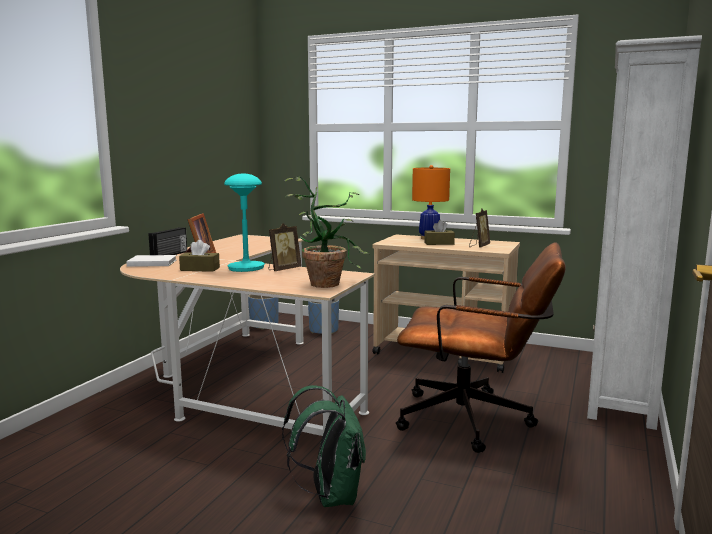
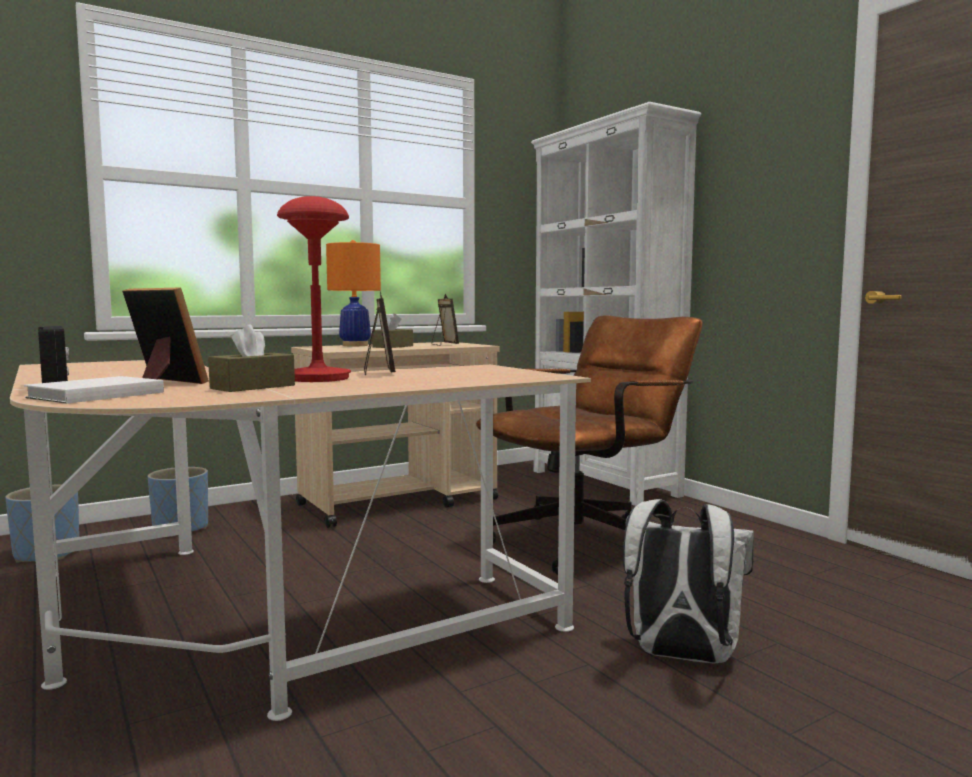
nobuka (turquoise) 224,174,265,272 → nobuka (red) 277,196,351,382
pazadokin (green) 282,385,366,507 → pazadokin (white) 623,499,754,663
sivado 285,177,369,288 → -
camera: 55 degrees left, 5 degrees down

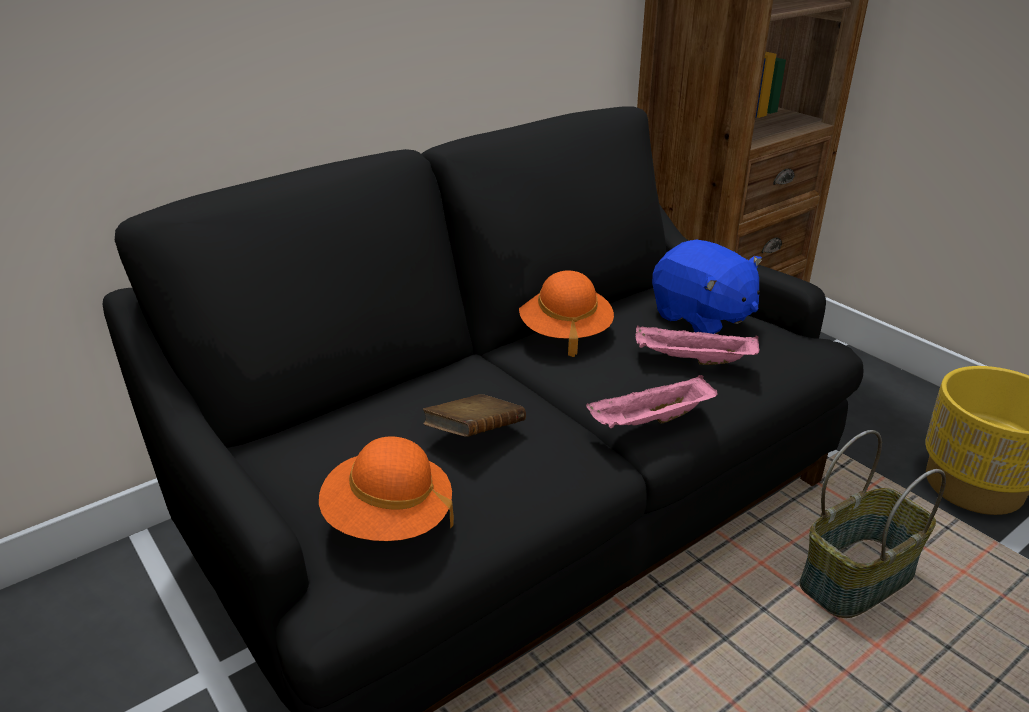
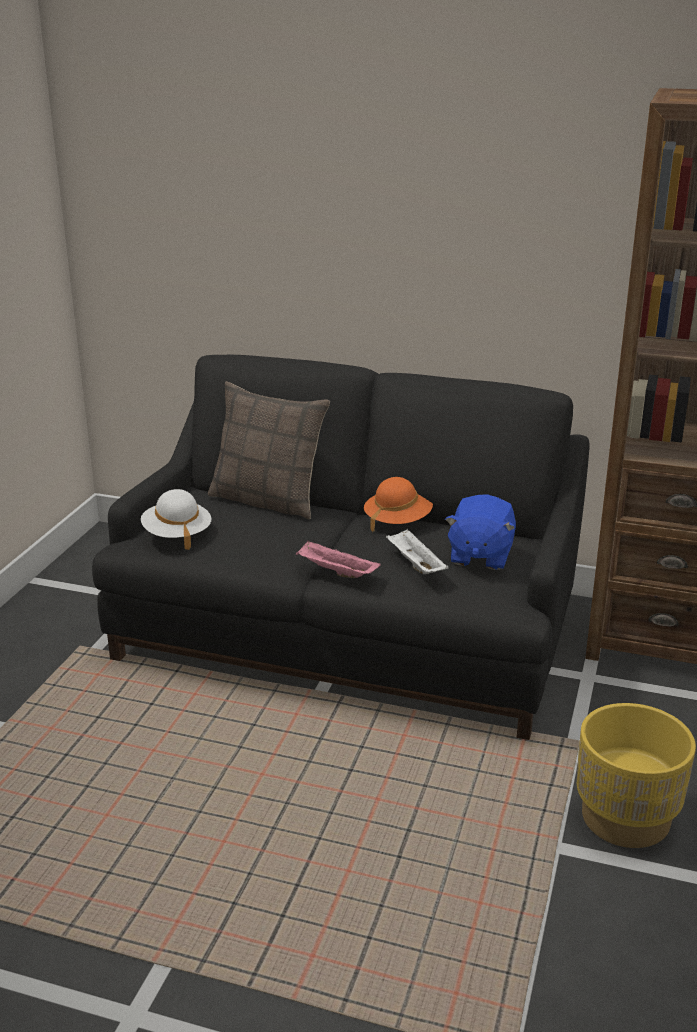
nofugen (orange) 319,437,454,541 → nofugen (white) 141,489,211,550
- → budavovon 208,381,330,519
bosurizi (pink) 636,326,760,365 → bosurizi (white) 386,528,448,574
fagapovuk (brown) 423,394,526,437 → -
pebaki 800,430,946,618 → -
camera: 55 degrees right, 5 degrees down

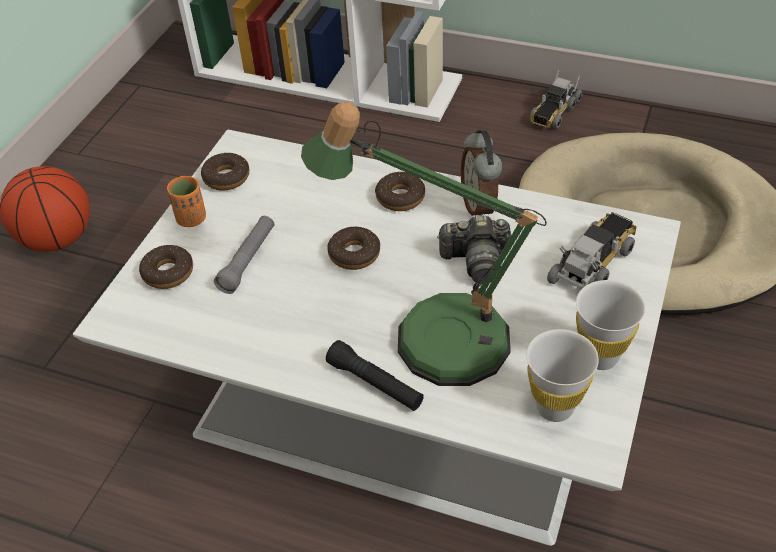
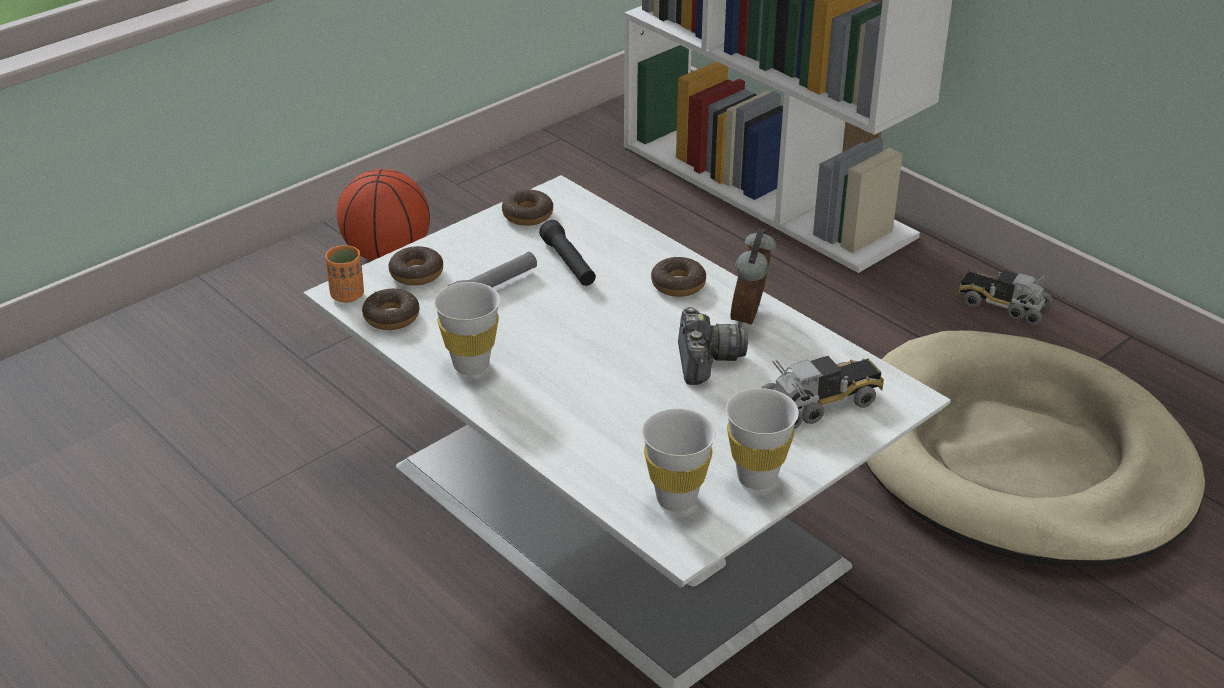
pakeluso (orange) 167,176,206,227 → pakeluso (orange) 325,245,364,303, shifted
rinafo 327,227,380,270 → rinafo 362,288,419,330, shifted
- → pakeluso (white) 434,282,500,375
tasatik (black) 326,340,424,411 → tasatik (black) 539,220,596,286, shifted
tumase 437,215,511,284 → tumase 678,307,748,385, 120 degrees counterclockwise
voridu 530,70,583,129 → voridu 958,270,1053,325, 60 degrees clockwise
nobuka 301,102,547,386 → -
camera: 25 degrees right, 10 degrees down

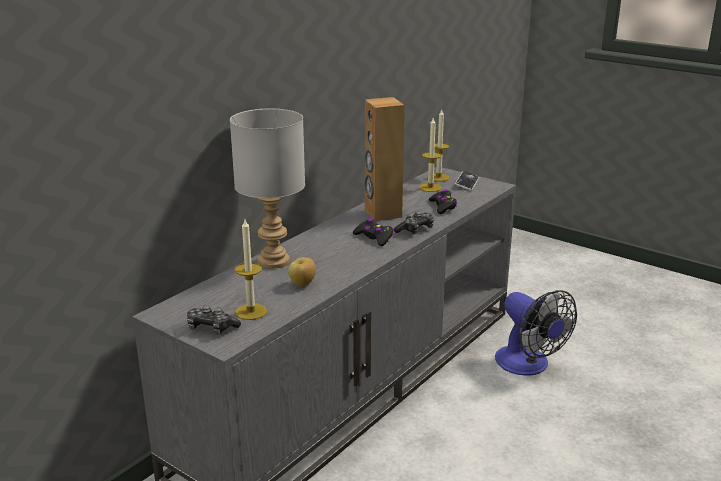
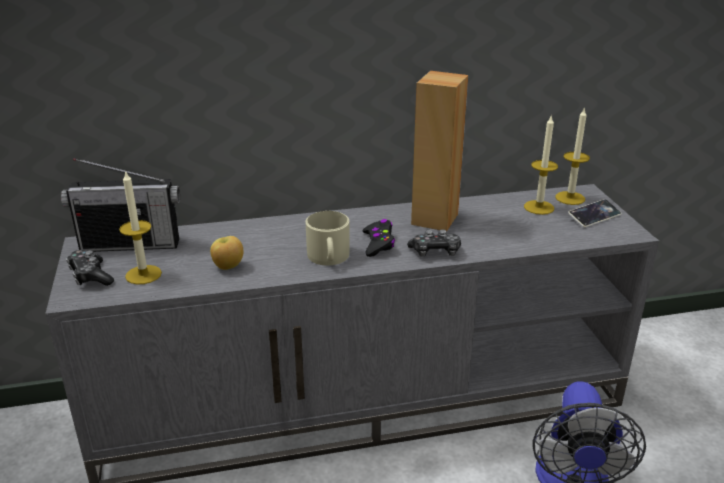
- → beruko 61,158,180,252
- → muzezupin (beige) 306,211,350,265
nobuka (grey) 230,109,305,269 → -
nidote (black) 429,189,457,214 → -
camera: 40 degrees right, 5 degrees up

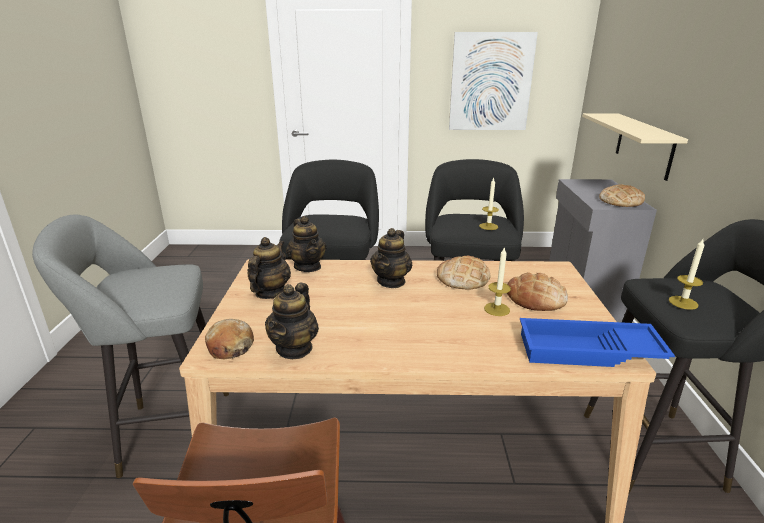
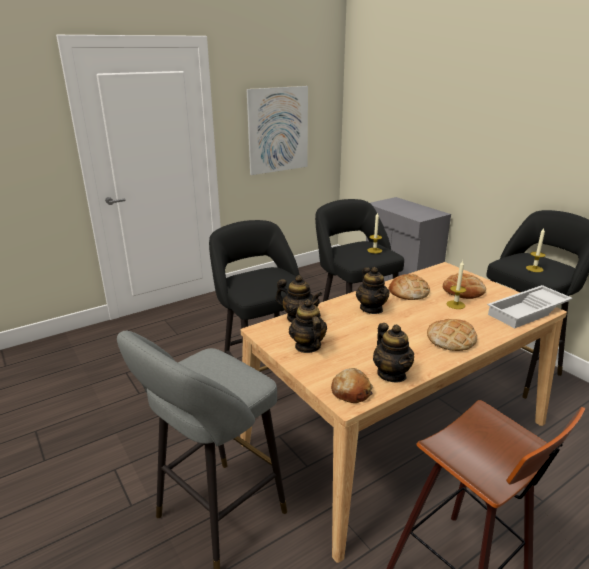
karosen 599,184,645,207 → karosen 427,319,477,351, shifted
bosurizi (blue) 520,318,675,367 → bosurizi (white) 487,285,573,328
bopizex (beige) 582,113,688,181 → -
camera: 35 degrees left, 0 degrees up

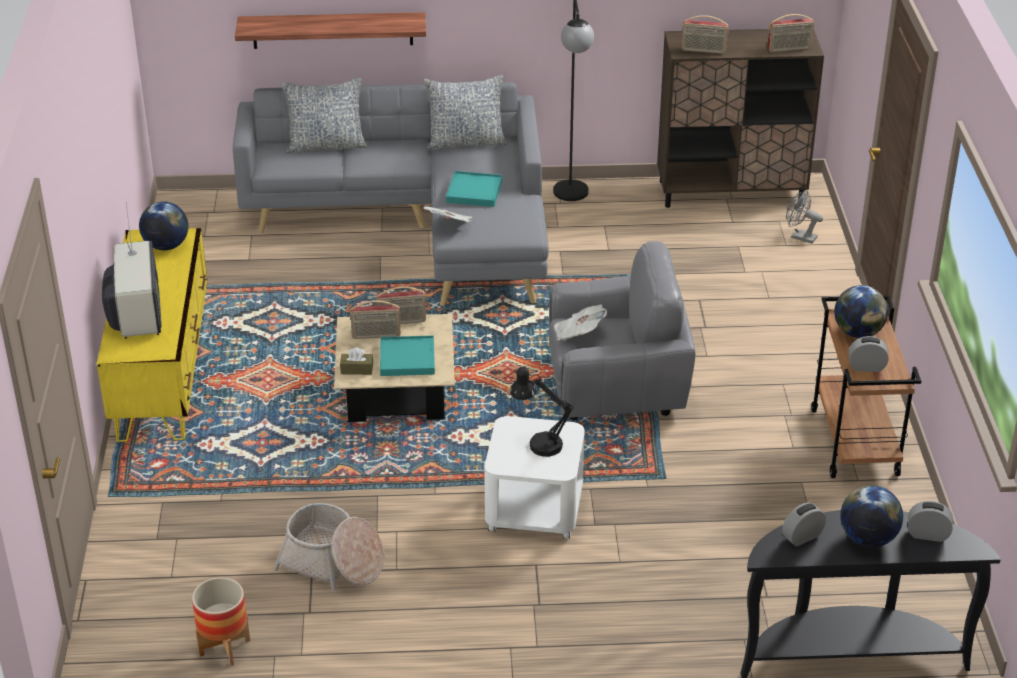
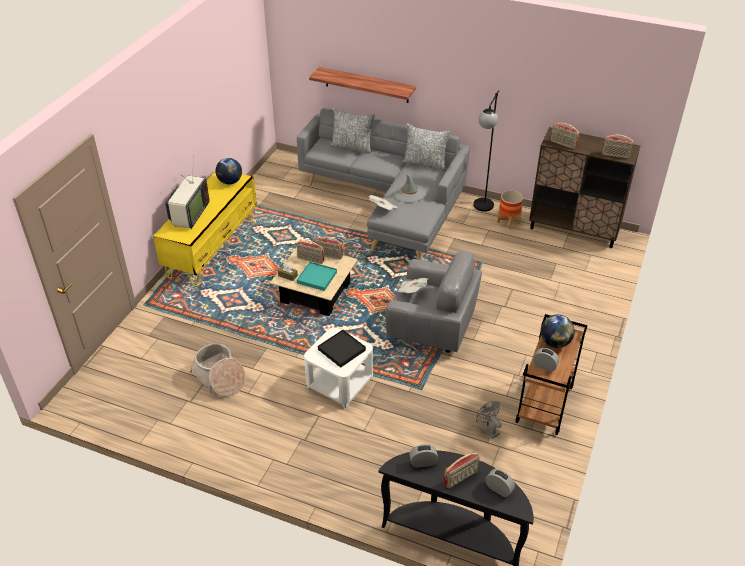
nobuka (black) 510,367,573,457 → bosurizi (black) 318,330,366,368
bosurizi (turquoise) 446,171,502,207 → nofugen (grey) 393,175,426,202
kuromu 840,485,903,547 → beruko 444,452,479,489
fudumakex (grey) 786,190,823,244 → fudumakex (grey) 476,401,502,439, shifted
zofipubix 192,578,250,666 → zofipubix 497,190,523,229, shifted
camera: 25 degrees right, 5 degrees up

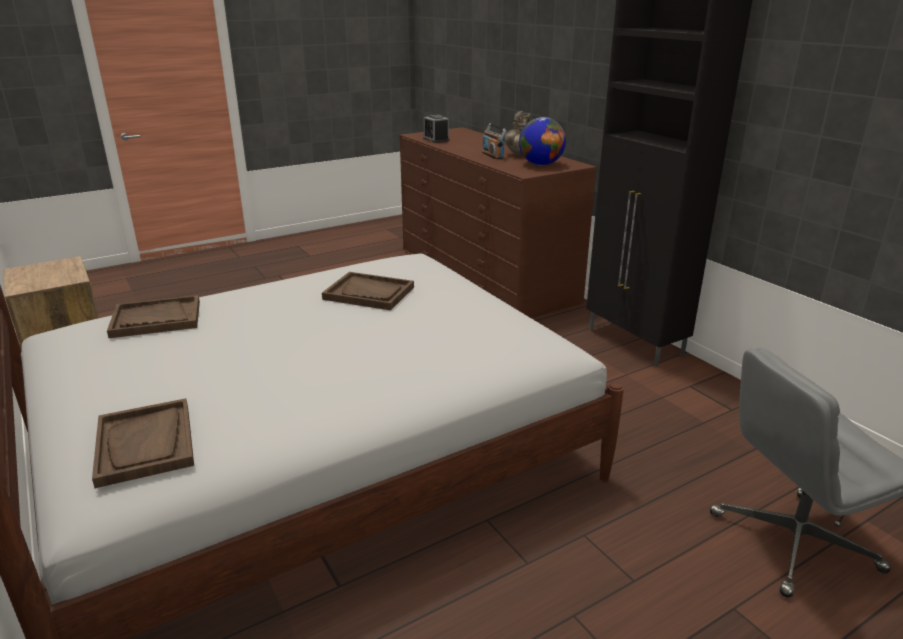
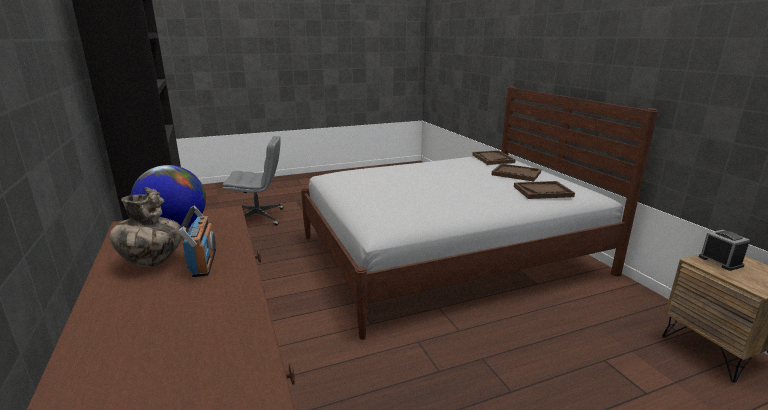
bosurizi (brown) 322,272,414,310 → bosurizi (brown) 492,164,541,182, shifted
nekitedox 423,115,449,143 → nekitedox 699,230,750,271, shifted
camera: 170 degrees left, 5 degrees down

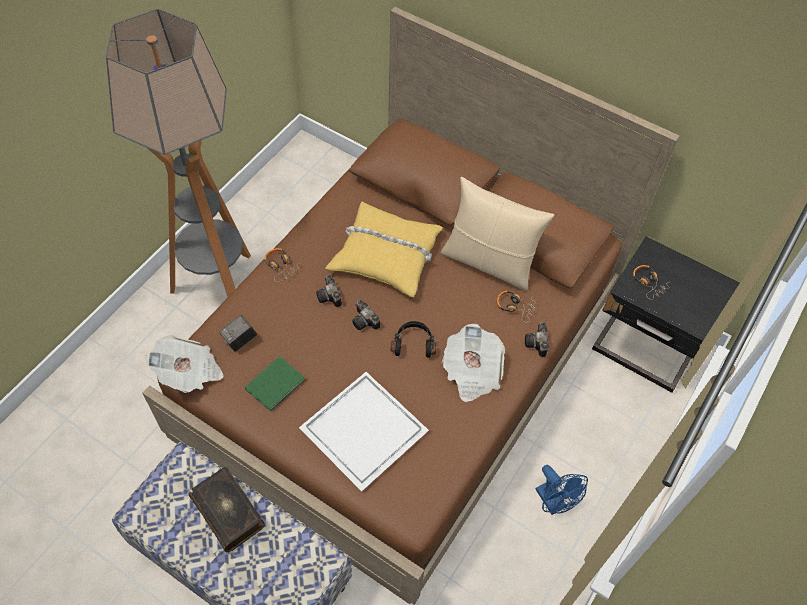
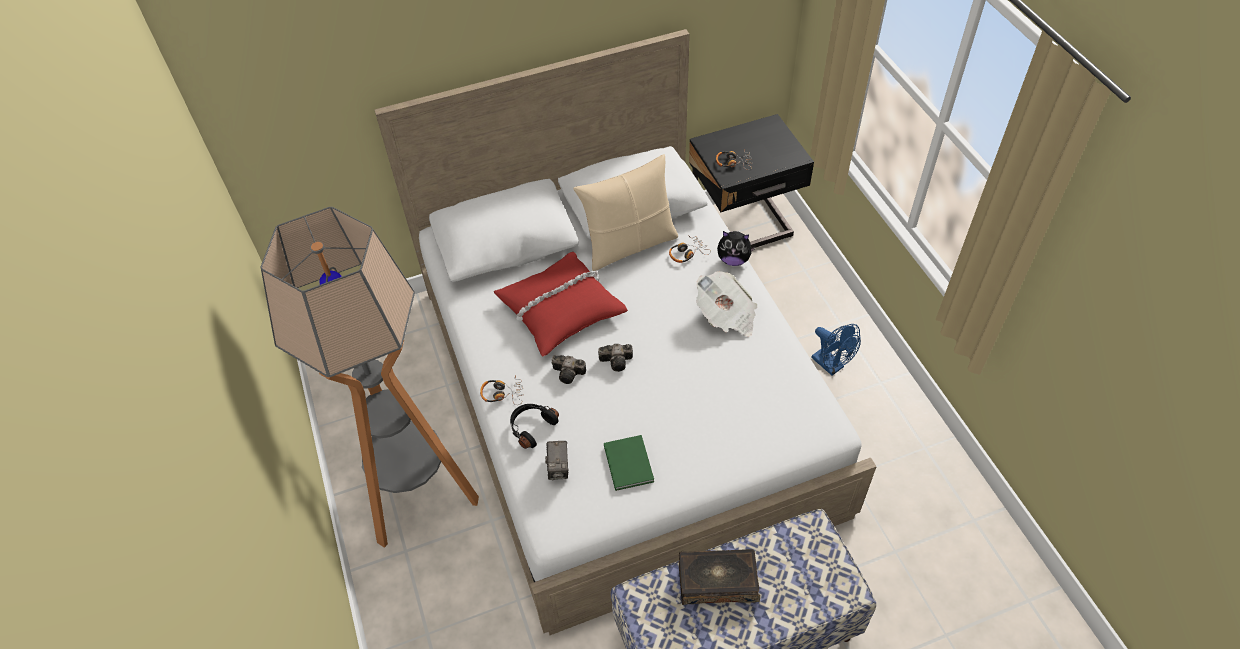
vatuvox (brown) 143,7,679,605 → vatuvox (white) 374,29,877,635
budavovon (yellow) 326,201,443,298 → budavovon (red) 494,252,628,357
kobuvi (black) 390,321,436,358 → kobuvi (black) 510,404,559,449, shifted
tumase 525,322,548,357 → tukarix 717,231,756,266
fudumakex (blue) 535,465,588,515 → fudumakex (blue) 811,324,861,376, 45 degrees clockwise
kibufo 146,335,224,393 → -
bosurizi (white) 299,372,429,491 → -
camera: 50 degrees left, 5 degrees down

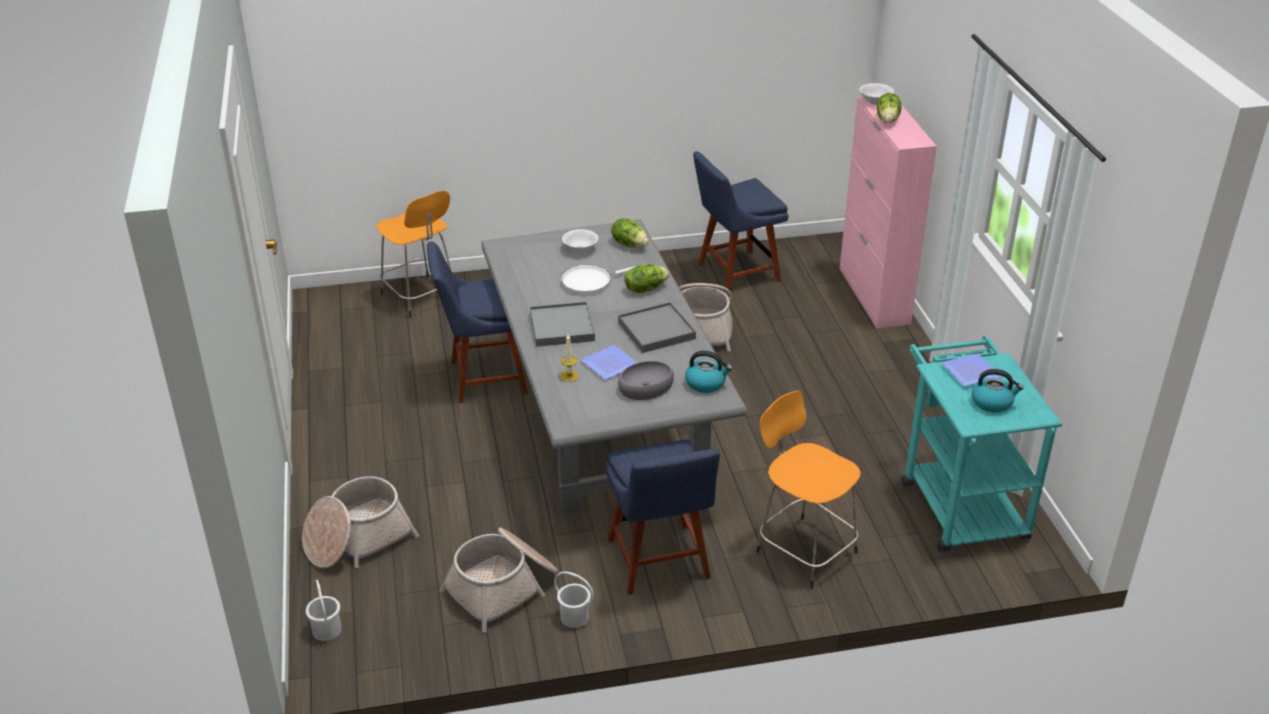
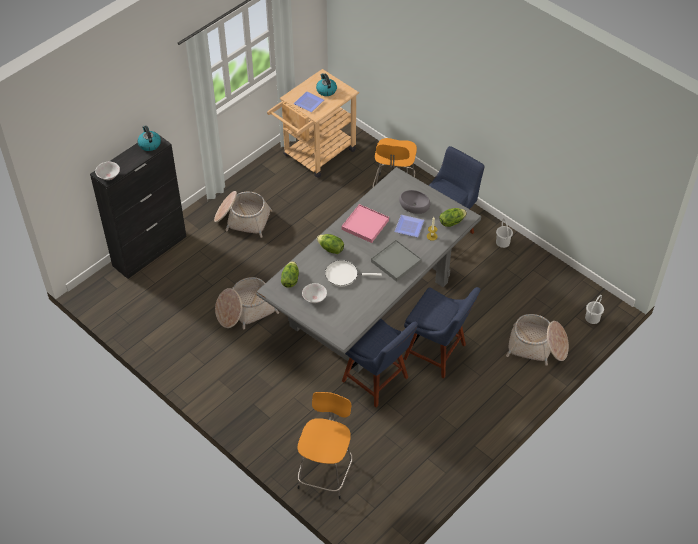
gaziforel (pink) 840,97,937,328 → gaziforel (black) 90,134,187,279
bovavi 685,350,732,393 → bovavi 137,125,161,151, shifted
pebaki 440,527,558,632 → pebaki 214,191,273,238, shifted
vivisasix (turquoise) 902,336,1062,551 → vivisasix (beige) 267,69,359,178
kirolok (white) 561,265,636,294 → kirolok (white) 325,260,382,286, 150 degrees clockwise
bosurizi (grey) 618,302,696,353 → bosurizi (pink) 342,204,389,243
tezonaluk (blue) 693,151,789,291 → tezonaluk (blue) 404,287,480,378, shifted
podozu 877,93,902,123 → podozu 439,208,467,227, shifted
camera: 125 degrees left, 15 degrees up

